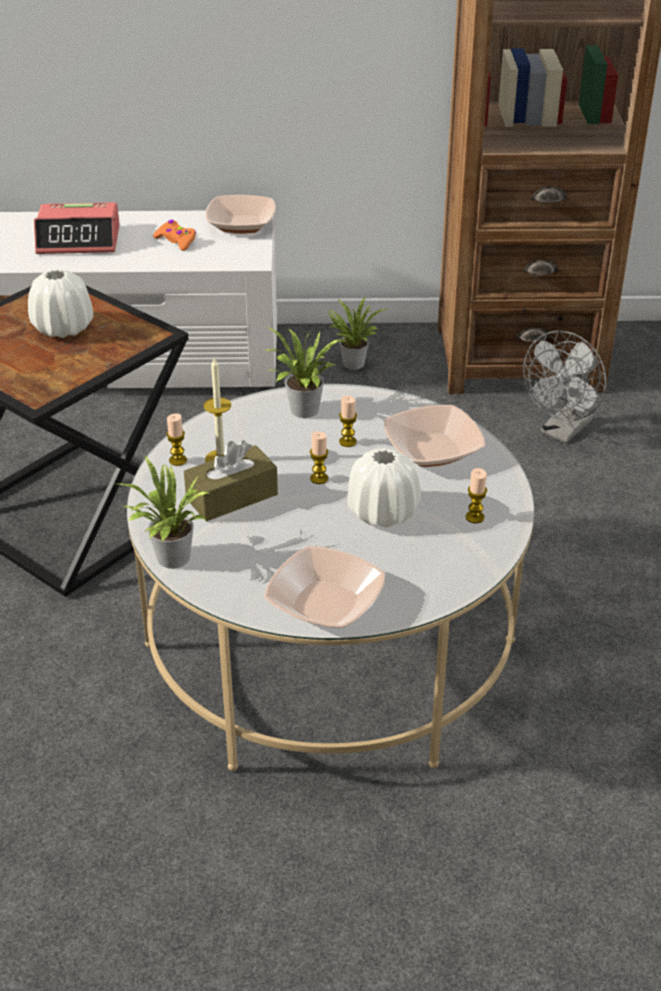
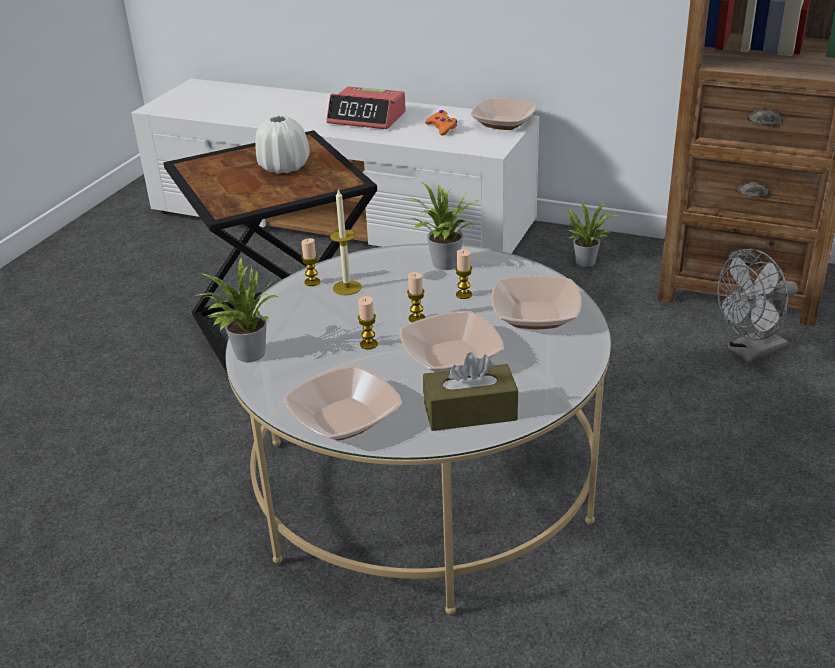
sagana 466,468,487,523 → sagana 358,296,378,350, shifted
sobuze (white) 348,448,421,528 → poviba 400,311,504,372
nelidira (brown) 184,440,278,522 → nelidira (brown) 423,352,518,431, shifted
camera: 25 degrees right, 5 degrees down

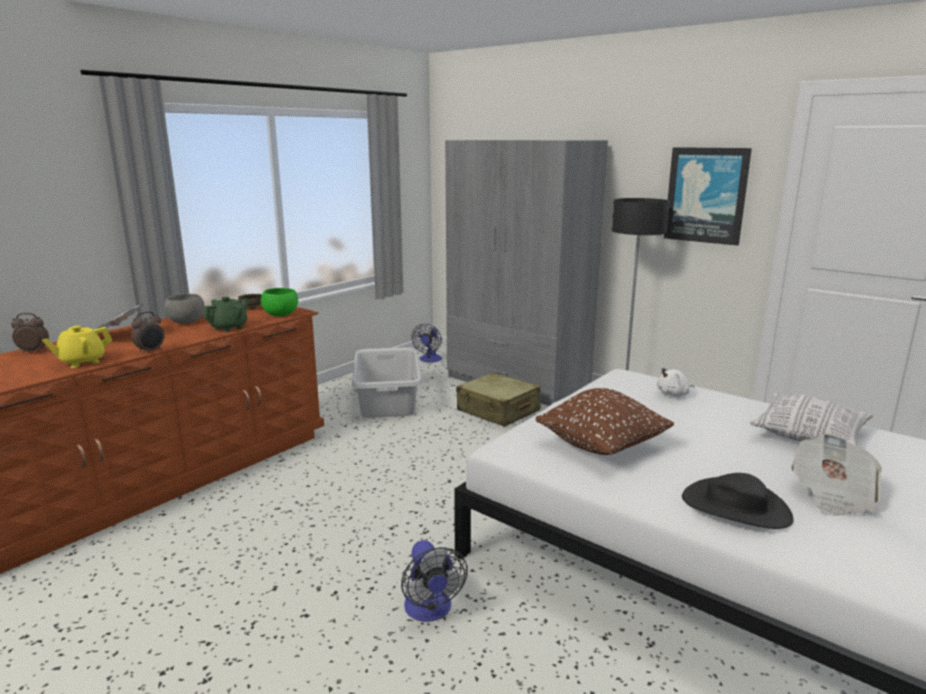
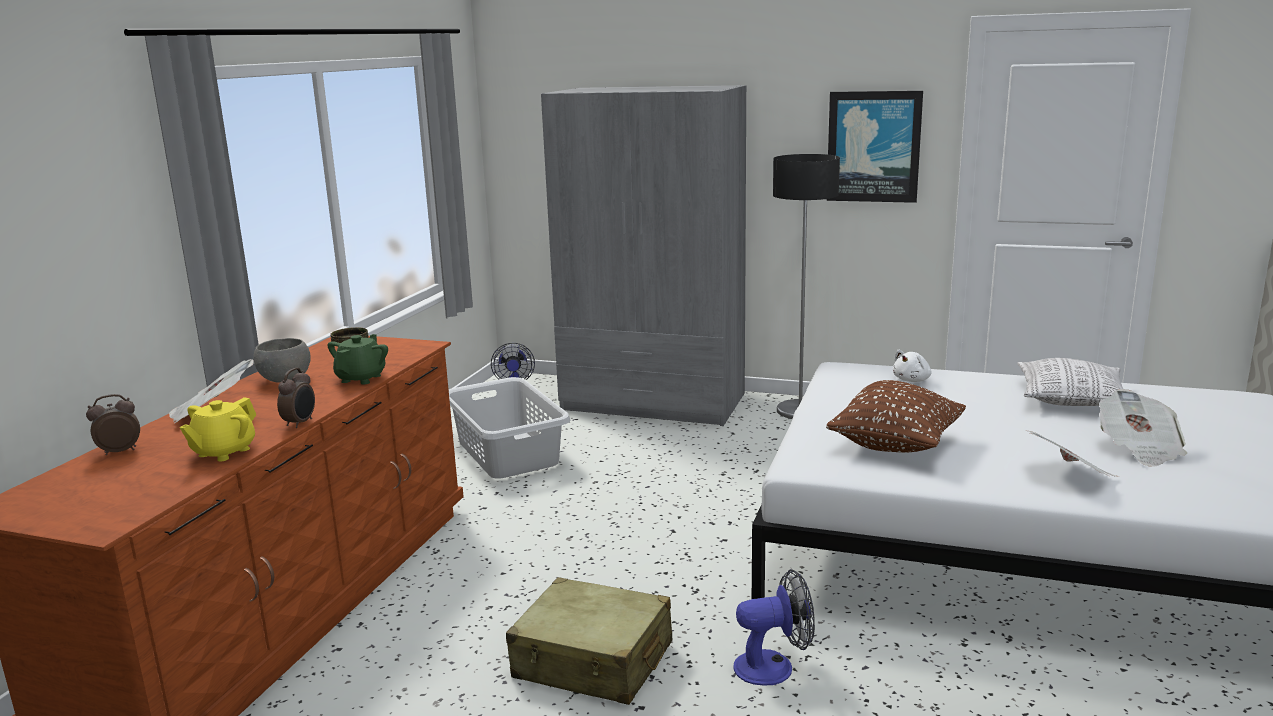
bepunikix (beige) 456,372,541,427 → bepunikix (beige) 506,577,672,705, shifted
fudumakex 401,540,468,622 → fudumakex 733,569,815,685, 60 degrees counterclockwise
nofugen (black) 682,473,794,529 → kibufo 1028,431,1119,477
poviba (green) 261,288,298,317 → -
camera: 20 degrees left, 0 degrees up

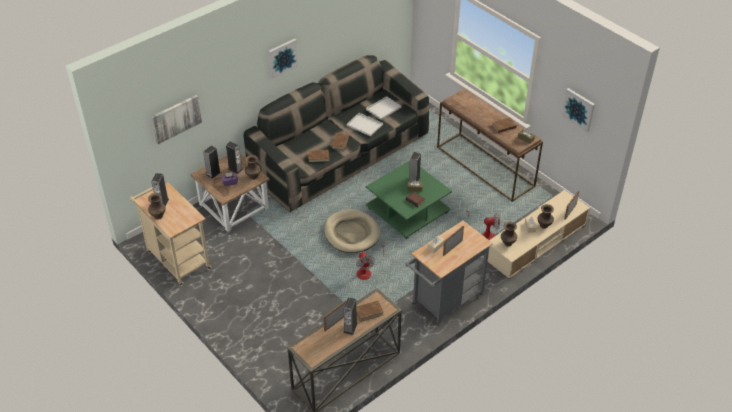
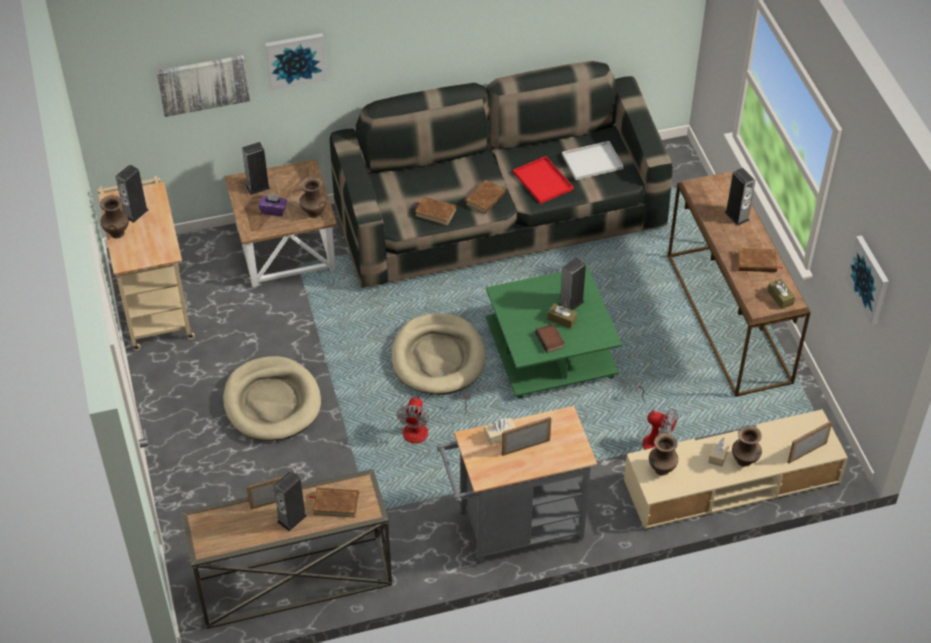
- → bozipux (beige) 223,356,321,441
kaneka 268,39,298,79 → kaneka 265,33,327,91, shifted
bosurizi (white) 346,113,383,137 → bosurizi (red) 513,156,574,204
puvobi 226,141,243,174 → puvobi 725,168,755,226, shifted
camera: 25 degrees right, 5 degrees up

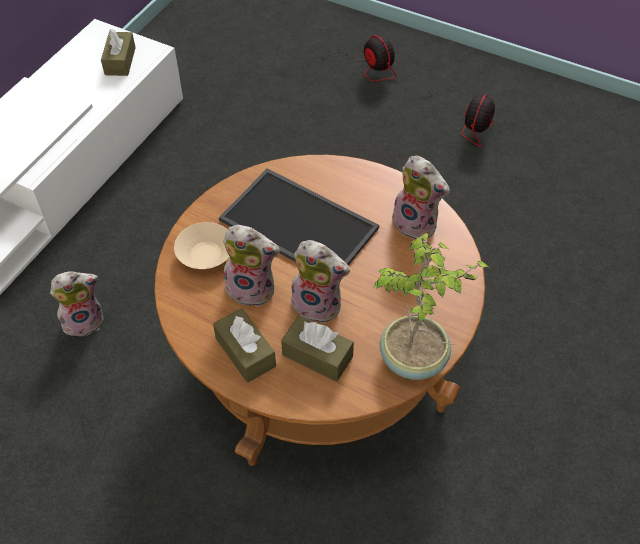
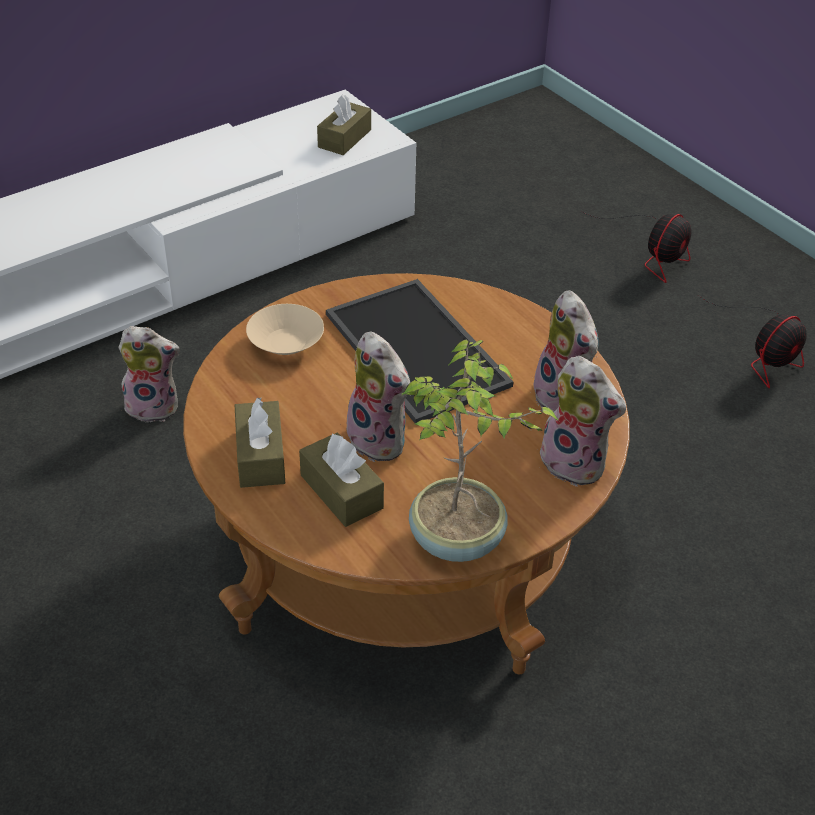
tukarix 223,225,280,307 → tukarix 536,356,626,487, shifted
fudumakex 297,35,397,92 → fudumakex 583,212,691,283, 45 degrees clockwise
camera: 25 degrees right, 10 degrees down

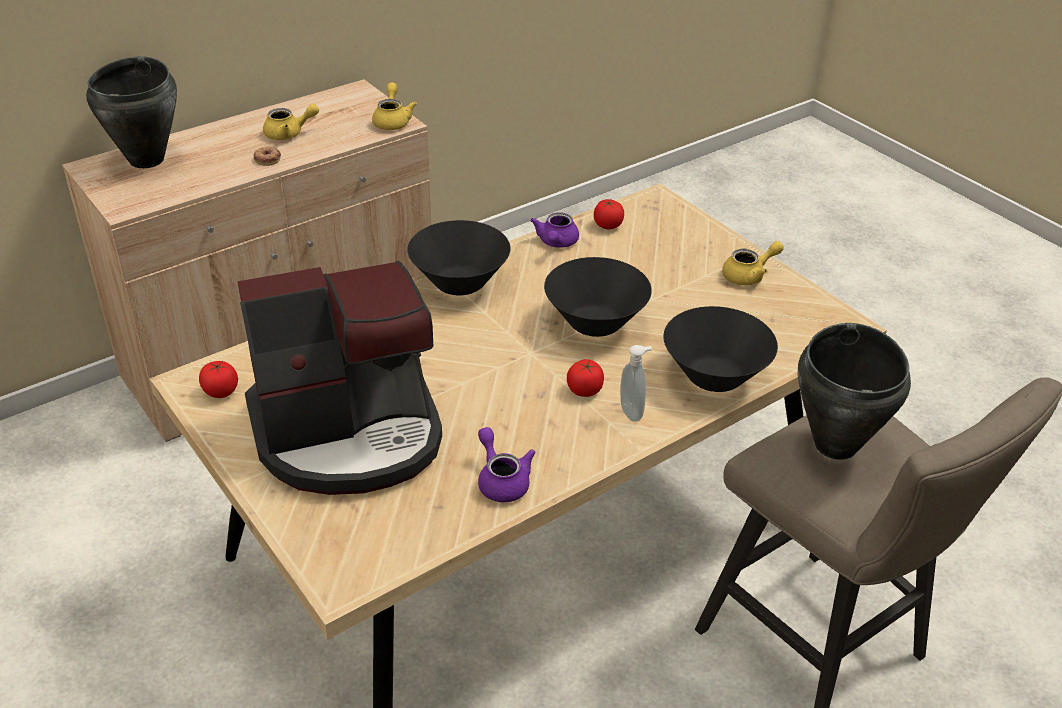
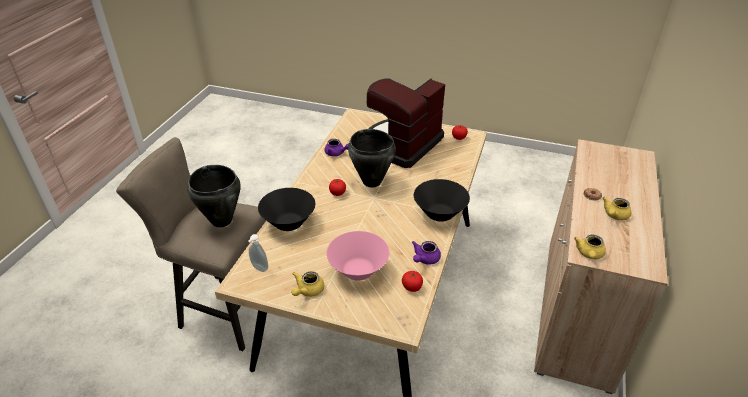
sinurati 620,345,652,422 → sinurati 248,234,268,272, shifted
- → poviba (pink) 326,231,389,281
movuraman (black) 86,56,177,168 → movuraman (black) 348,129,396,188, shifted
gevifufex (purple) 530,212,579,248 → gevifufex (purple) 412,241,441,265, 120 degrees counterclockwise
gevifufex (yellow) 372,82,417,130 → gevifufex (yellow) 574,234,606,259, 60 degrees clockwise
poviba (black) 544,257,652,337 → -
camera: 145 degrees right, 0 degrees up

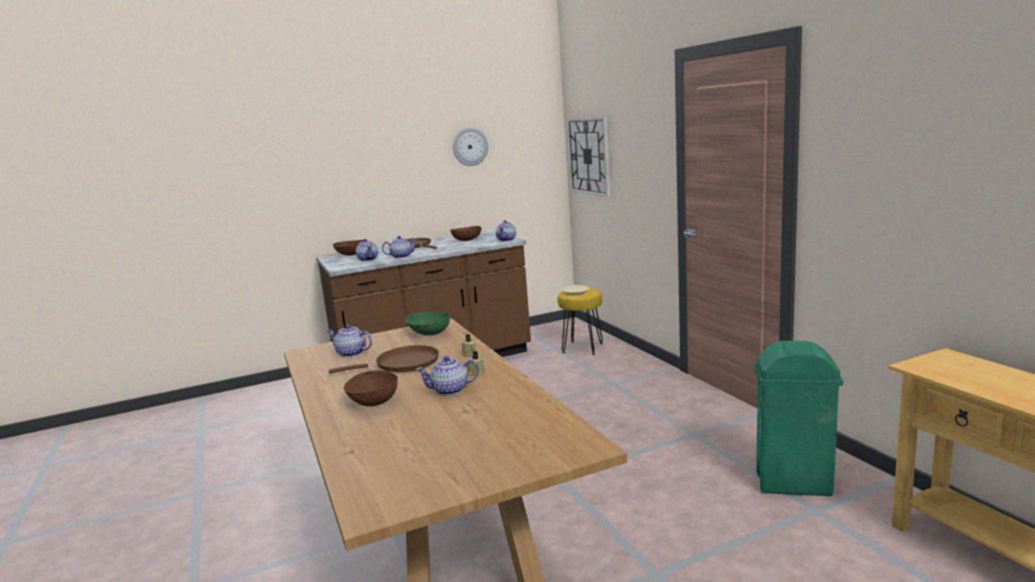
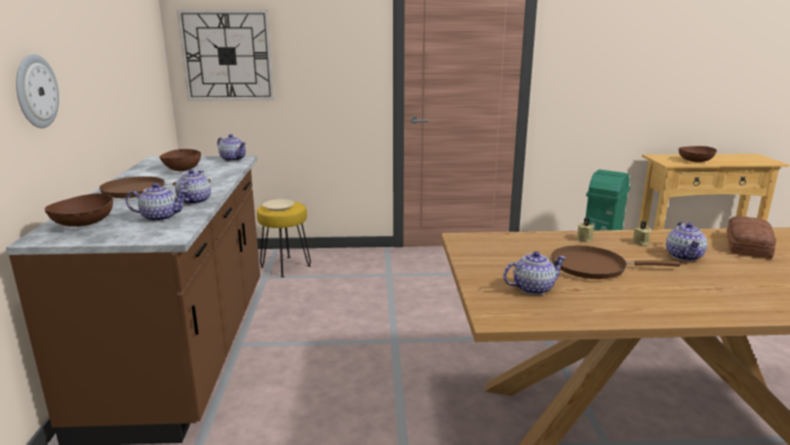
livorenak 453,128,488,166 → livorenak 16,54,59,128, shifted
gevifufex 327,324,372,357 → gevifufex 503,251,566,295, 150 degrees counterclockwise
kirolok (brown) 328,345,439,374 → kirolok (brown) 551,246,681,279, 90 degrees counterclockwise
poviba (brown) 343,370,398,406 → poviba (brown) 679,146,717,162, shifted
- → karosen 727,216,776,259
poviba (green) 406,312,450,336 → -
camera: 70 degrees left, 5 degrees up

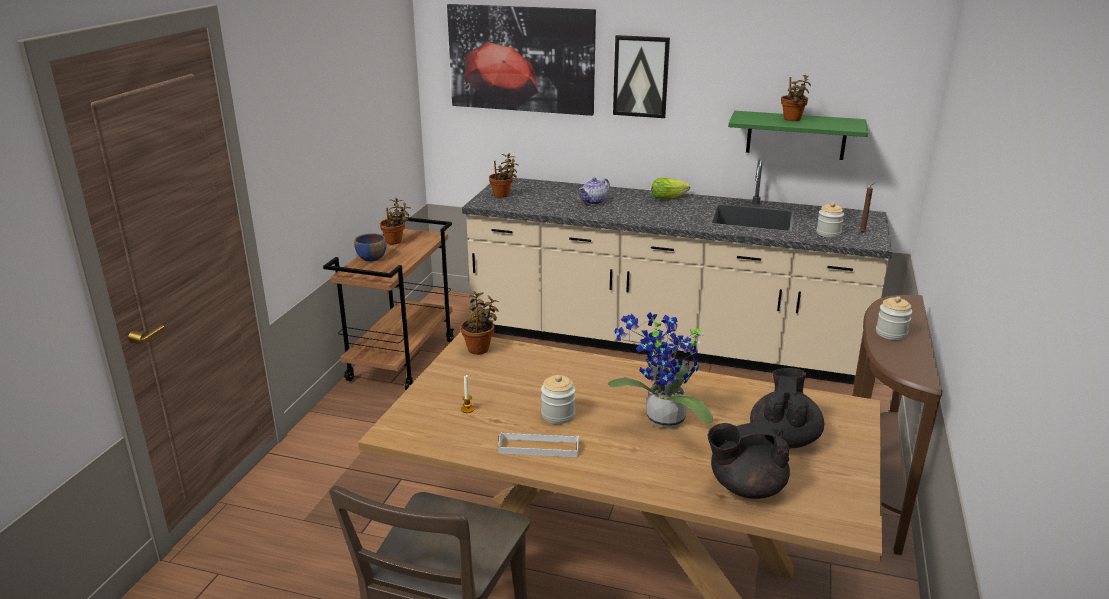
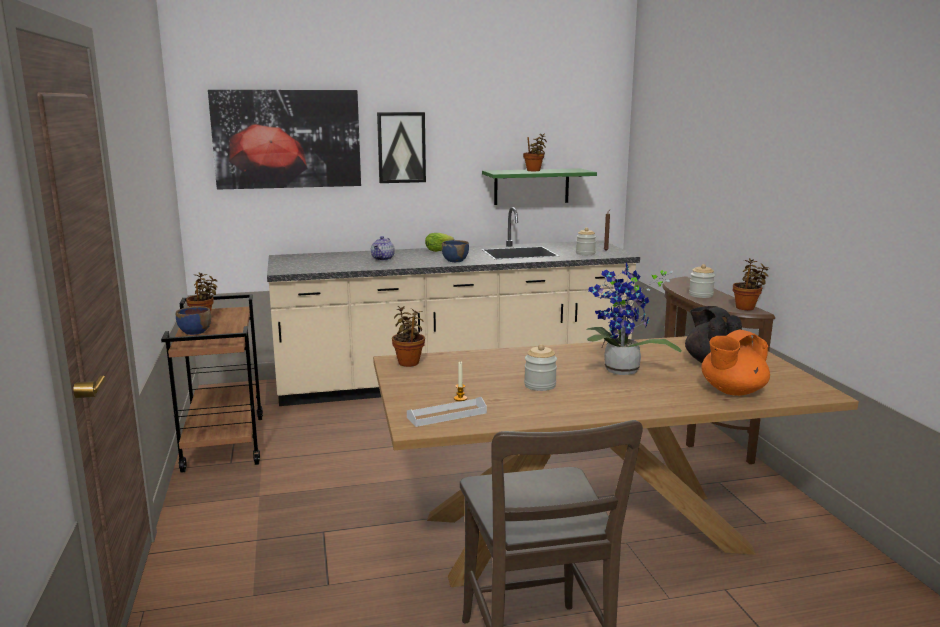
bosurizi (white) 498,432,579,457 → bosurizi (white) 407,397,487,427, shifted
- → poviba (blue) 442,240,469,262
gevifufex (black) 707,421,790,499 → gevifufex (orange) 701,330,770,396
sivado 489,153,519,198 → sivado 733,258,769,310, shifted
camera: 30 degrees left, 10 degrees down

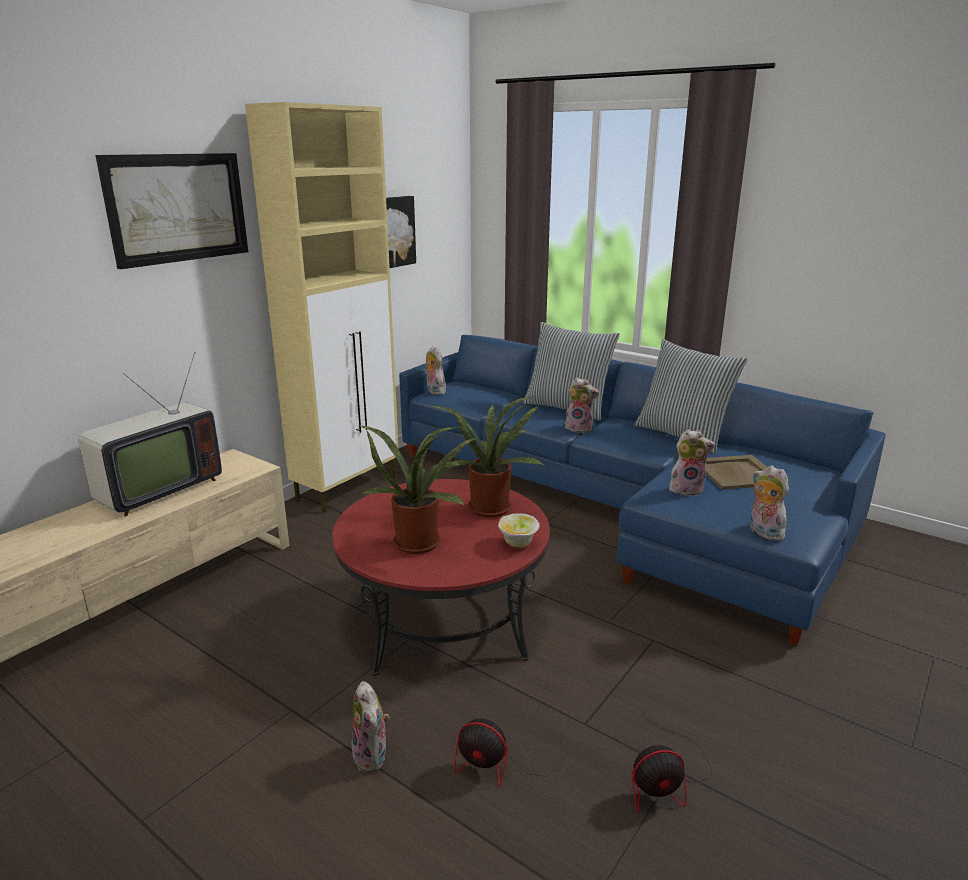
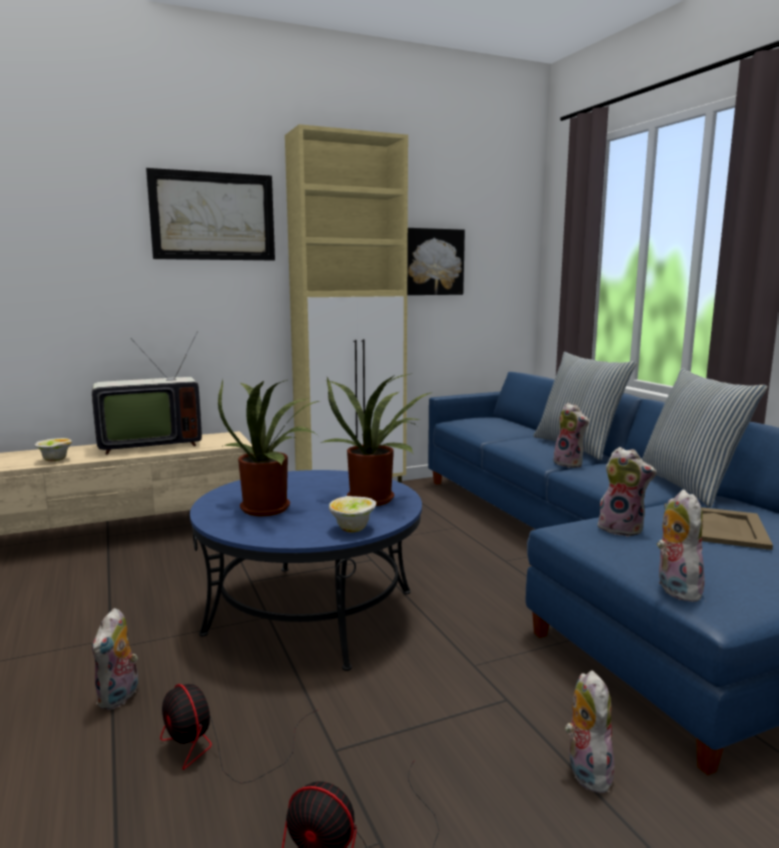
- → poviba 35,438,72,462
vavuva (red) 332,479,550,676 → vavuva (blue) 190,470,422,671
tukarix 425,346,446,395 → tukarix 565,670,614,794, shifted
camera: 30 degrees right, 10 degrees down

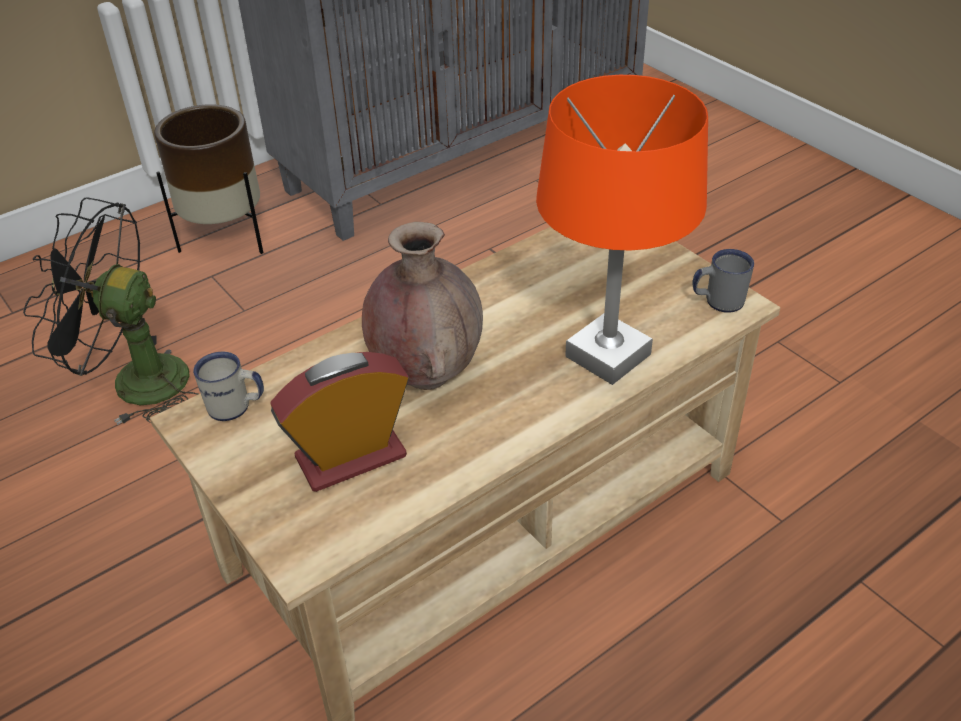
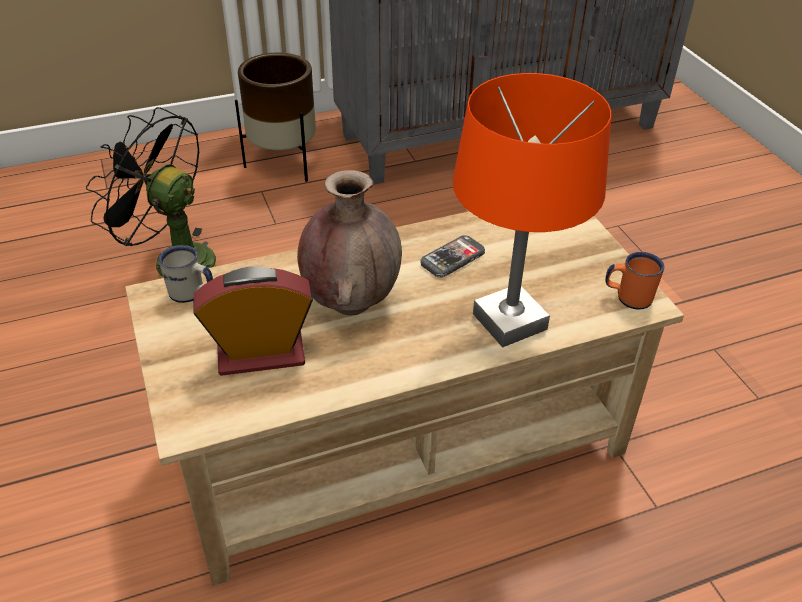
- → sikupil 420,235,485,277
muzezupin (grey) 692,249,754,313 → muzezupin (orange) 605,252,665,309
camera: 15 degrees right, 0 degrees up

